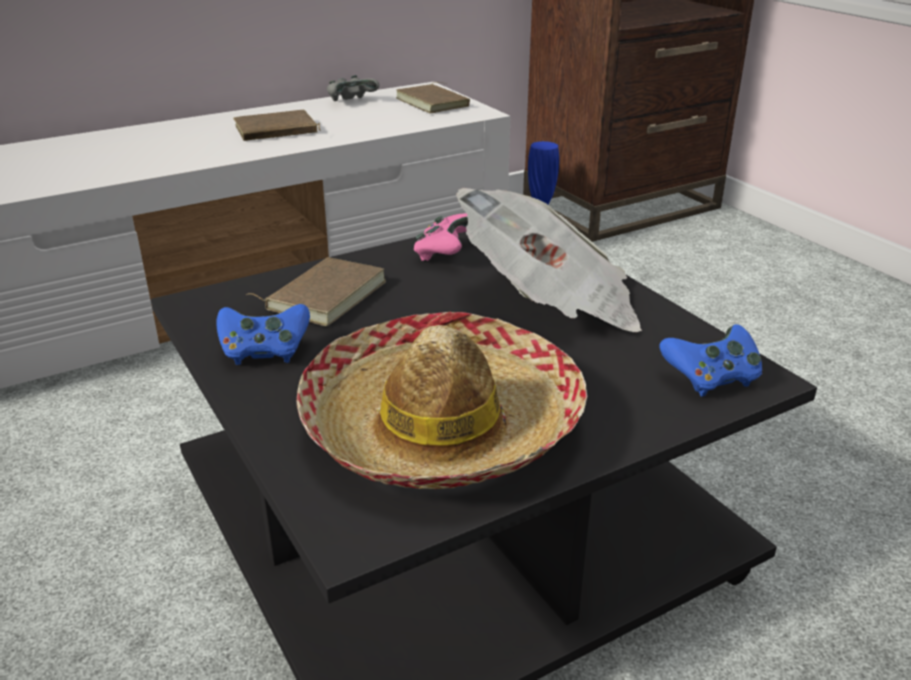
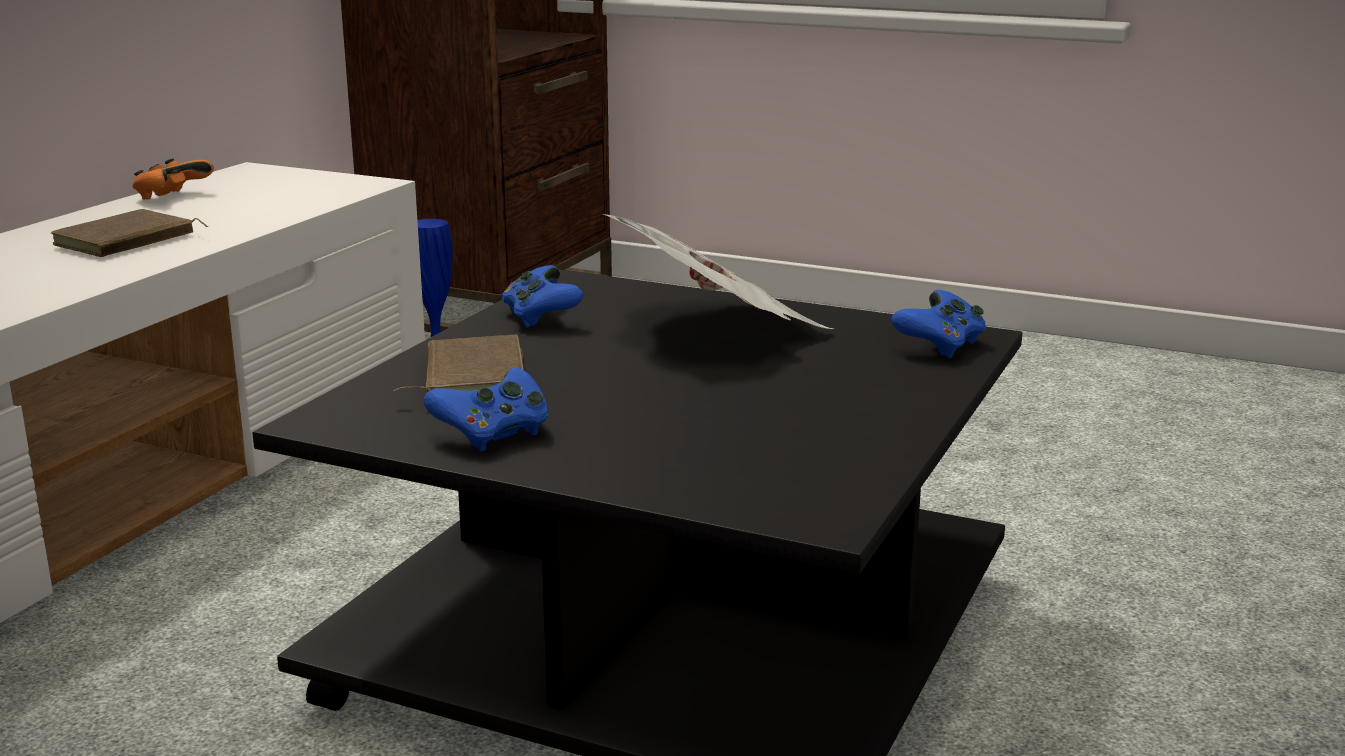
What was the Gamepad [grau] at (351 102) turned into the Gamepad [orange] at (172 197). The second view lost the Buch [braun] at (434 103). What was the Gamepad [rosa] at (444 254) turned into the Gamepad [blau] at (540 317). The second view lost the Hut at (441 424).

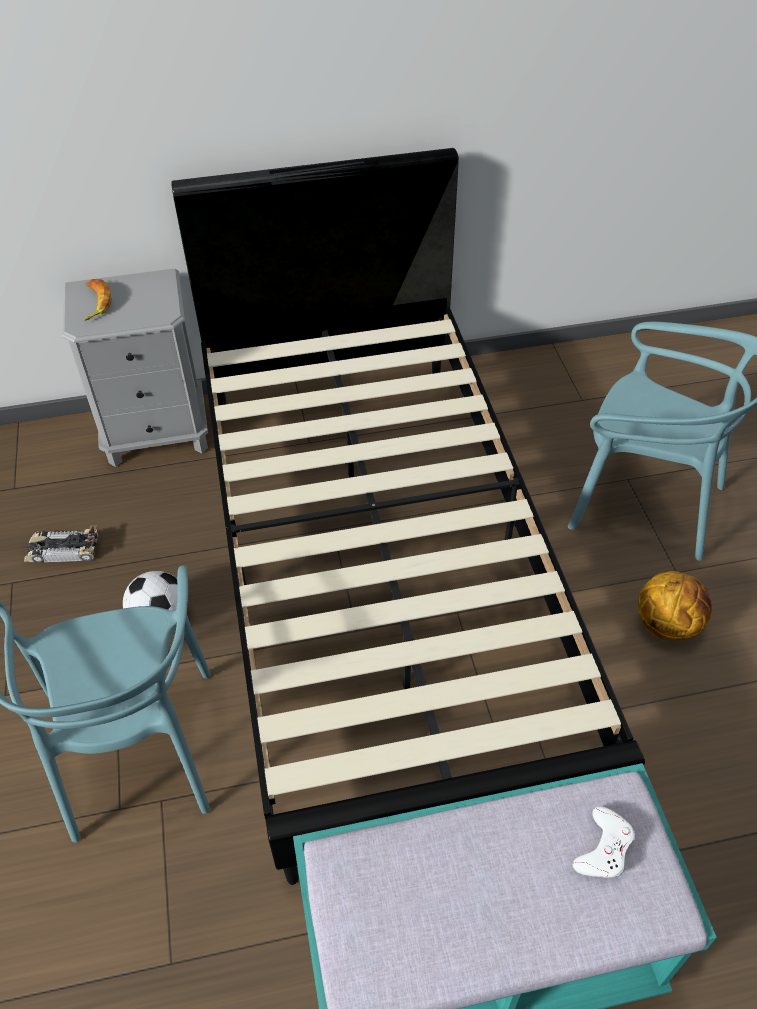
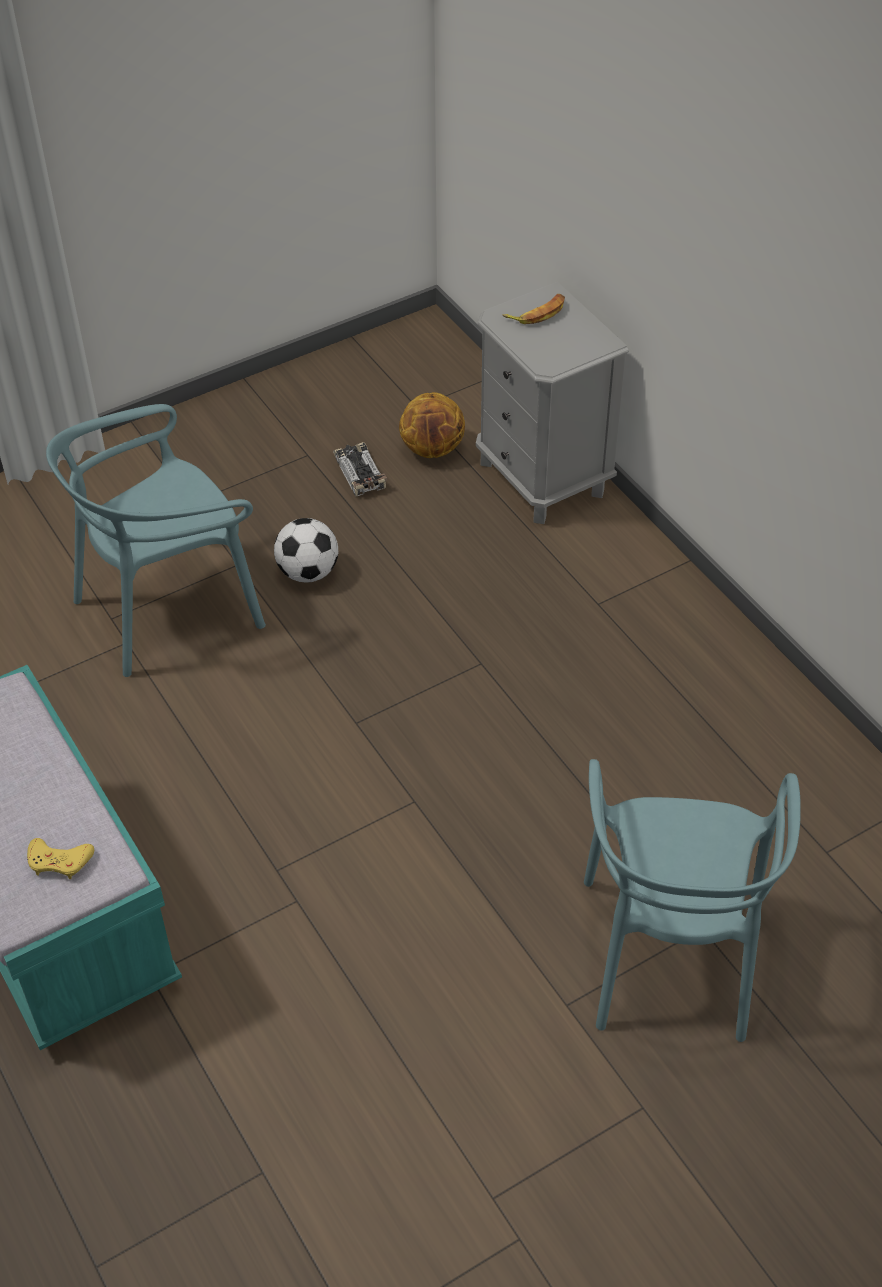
The second view lost the Bett [schwarz] at (379 569). The Basketball ended up elsewhere, having gone from (667 624) to (432 449). What was the Gamepad [weiß] at (604 848) turned into the Gamepad [gelb] at (59 861).

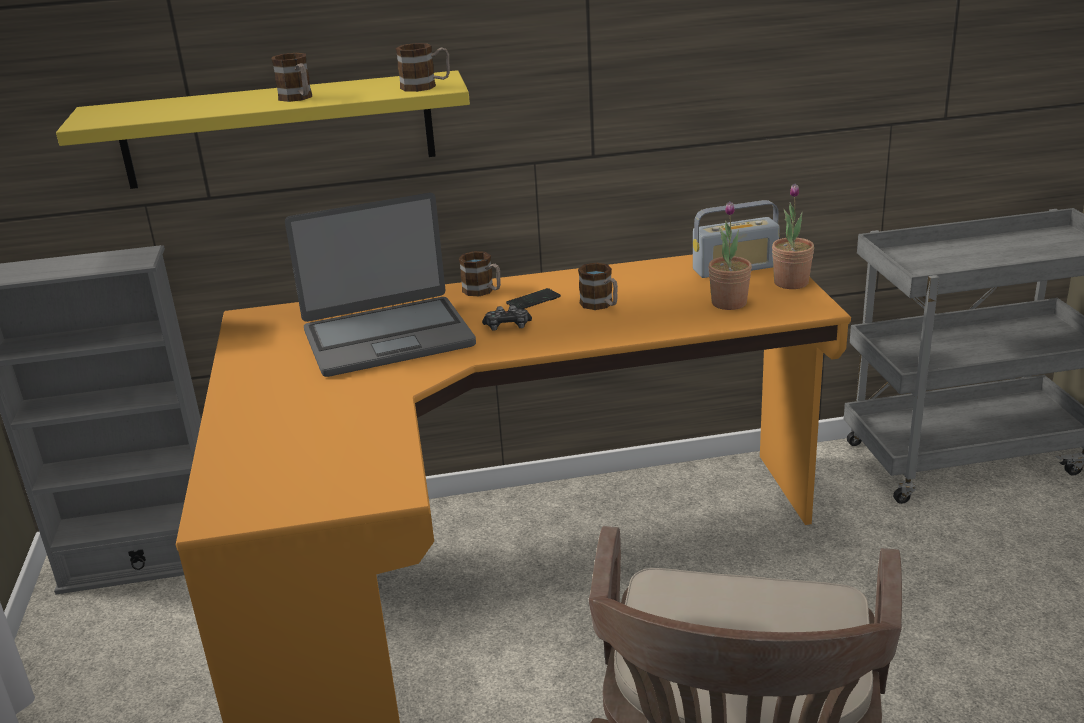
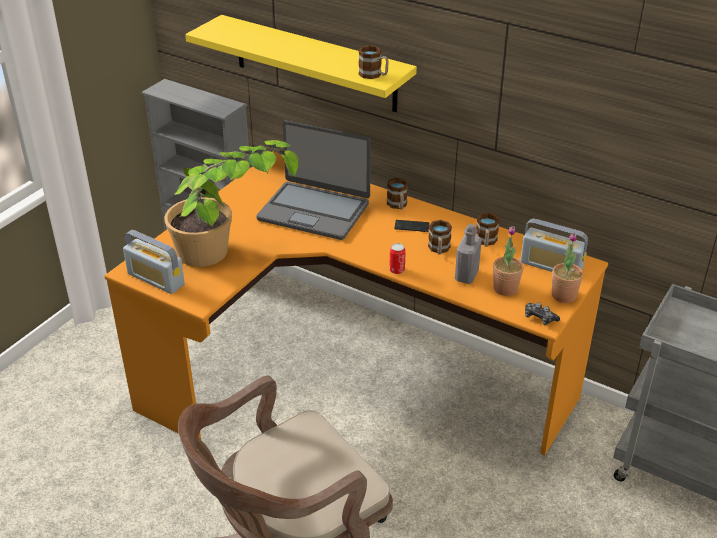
The Henkelbecher ended up elsewhere, having gone from (298 98) to (486 242). The Gamepad ended up elsewhere, having gone from (507 327) to (539 318). The second view gained the Topfpflanze at (229 254). The second view gained the Flasche [grau] at (466 275). The second view gained the Radio at (156 279). The second view gained the Dose at (397 270).

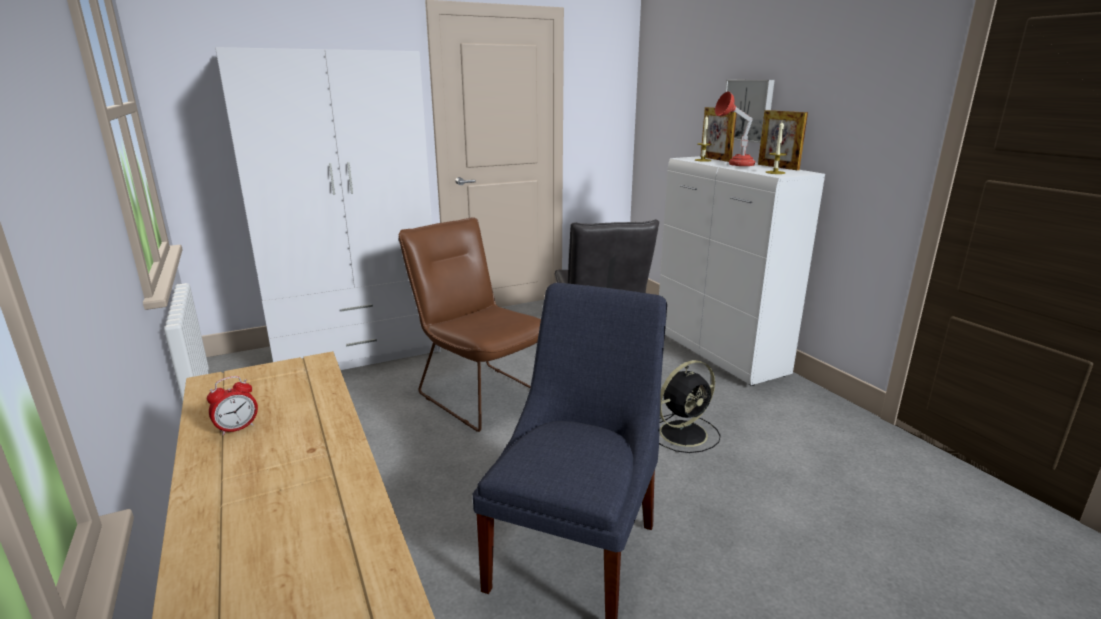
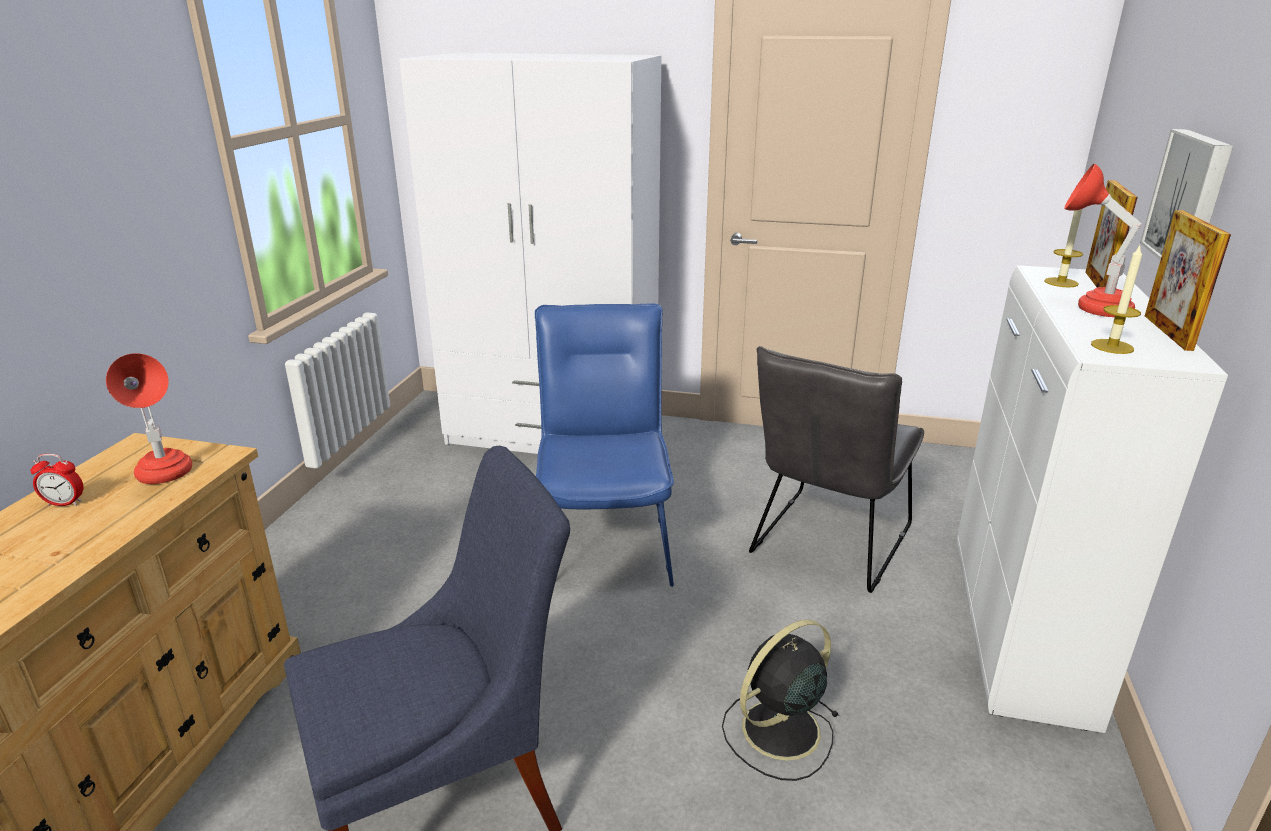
What was the Stuhl [braun] at (478 392) turned into the Stuhl [blau] at (605 540). The Ventilator [schwarz] at (685 433) ended up facing another way, 135 degrees clockwise from before. The second view gained the Tischlampe [rot] at (166 479).

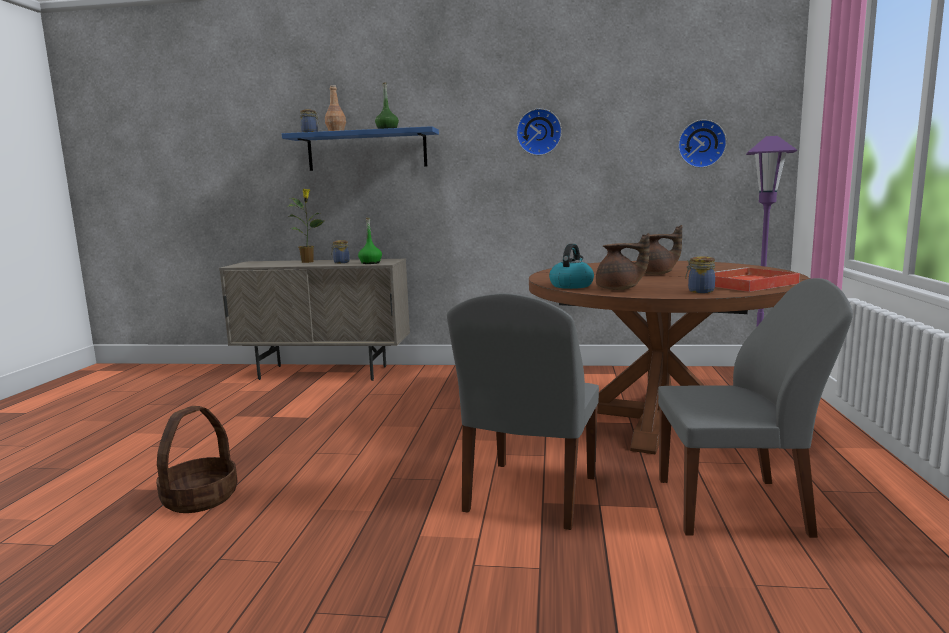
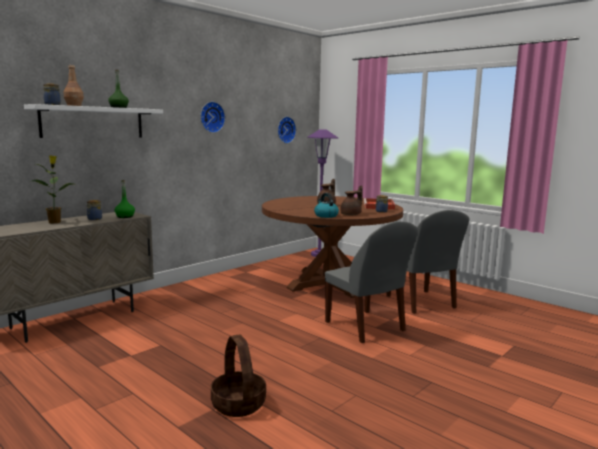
What was the Wandregal [blau] at (366 150) turned into the Wandregal [weiß] at (93 122). The Stuhl [grau] at (736 507) ended up facing another way, 120 degrees clockwise from before.

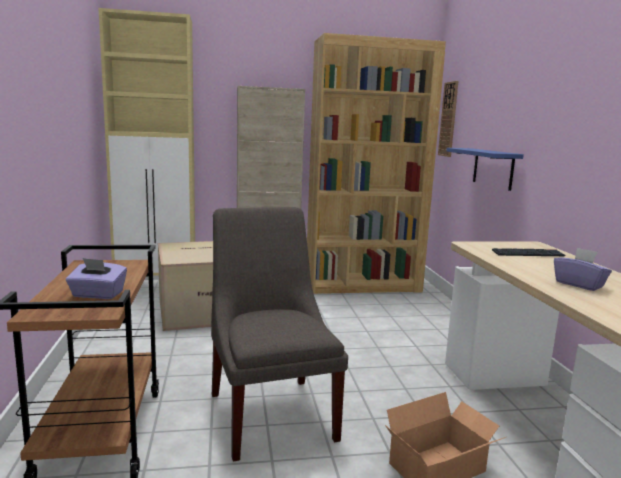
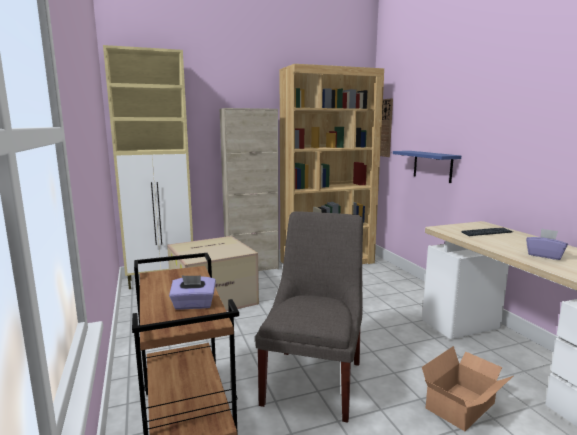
The Stuhl [grau] at (271 411) ended up facing another way, 45 degrees clockwise from before.

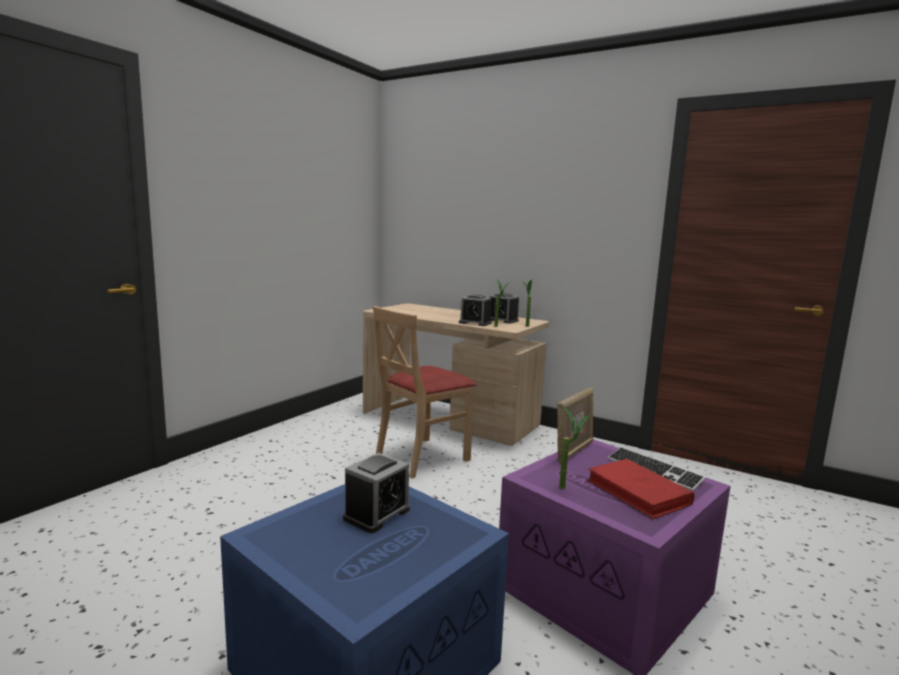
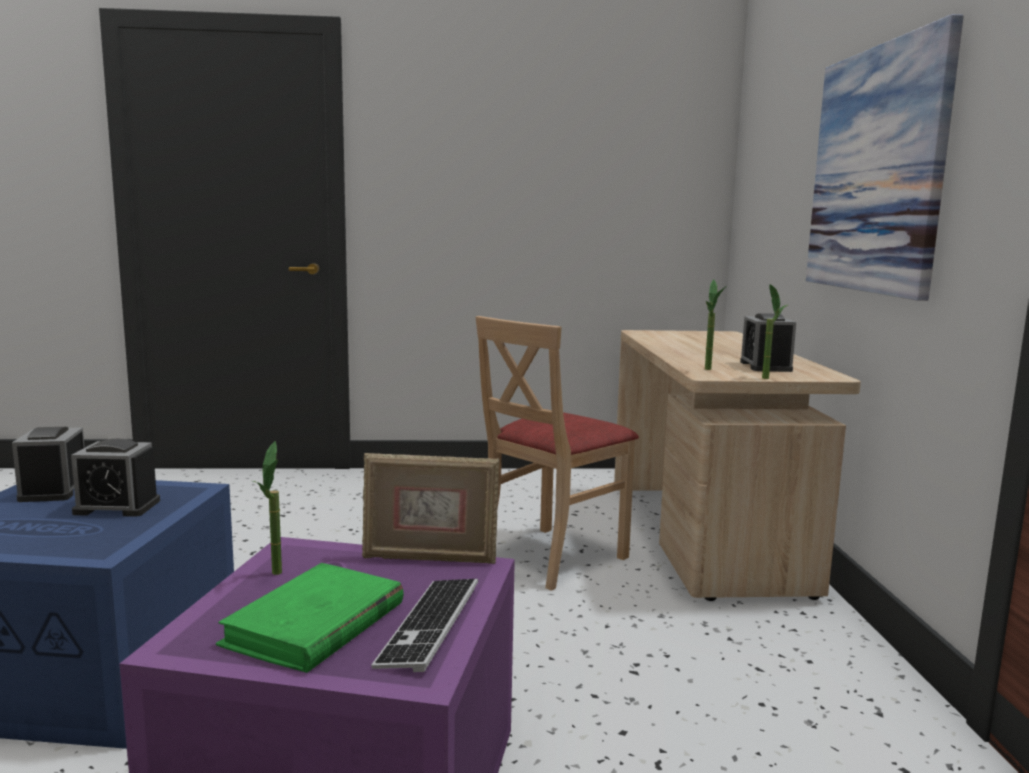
The Wecker ended up elsewhere, having gone from (475 323) to (54 490). The Stuhl [beige] at (421 457) ended up facing another way, 60 degrees counterclockwise from before. What was the Buch [rot] at (638 492) turned into the Buch [grün] at (315 624). The second view gained the Bild at (876 171).

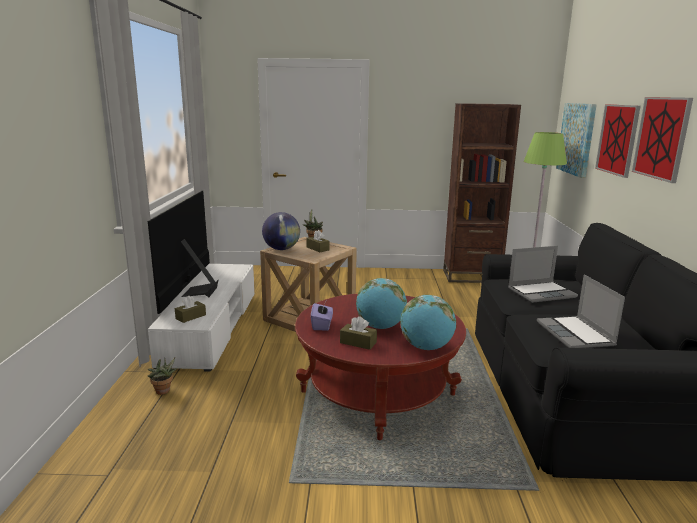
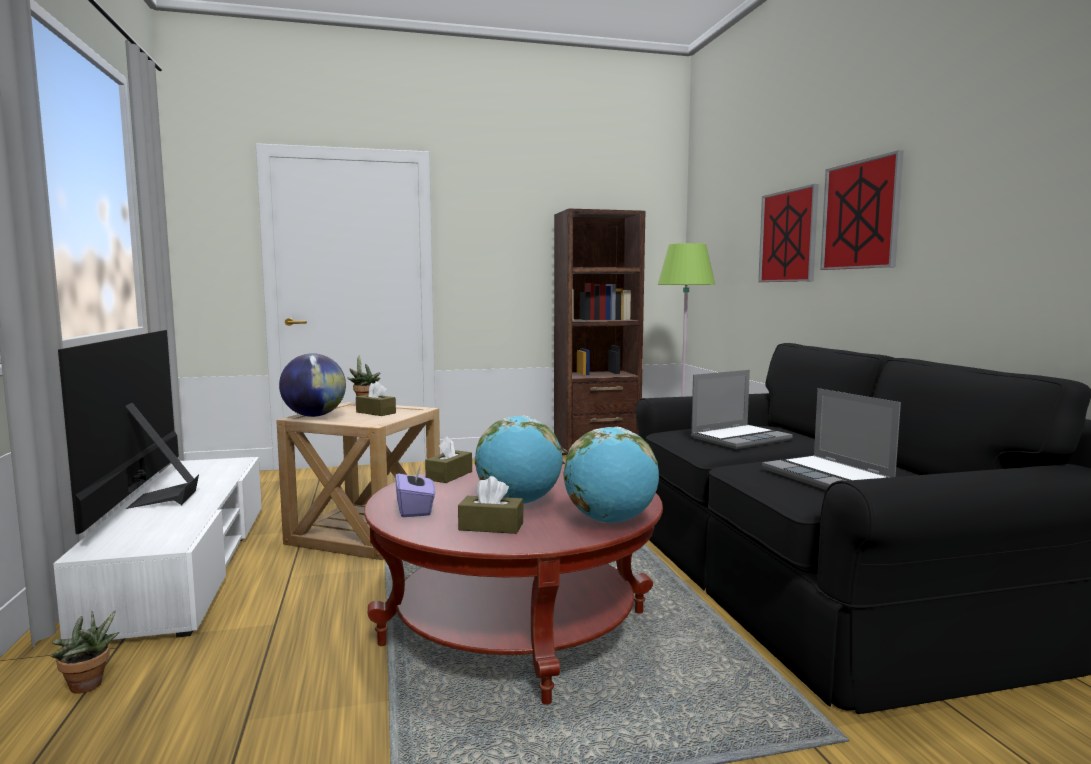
The second view lost the Bild at (577 139). The Taschentuchbox [braun] ended up elsewhere, having gone from (190 317) to (449 475).

